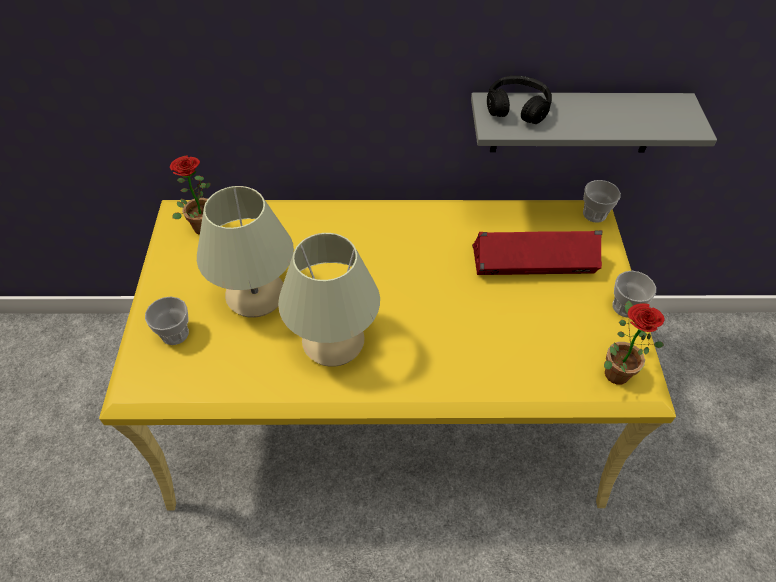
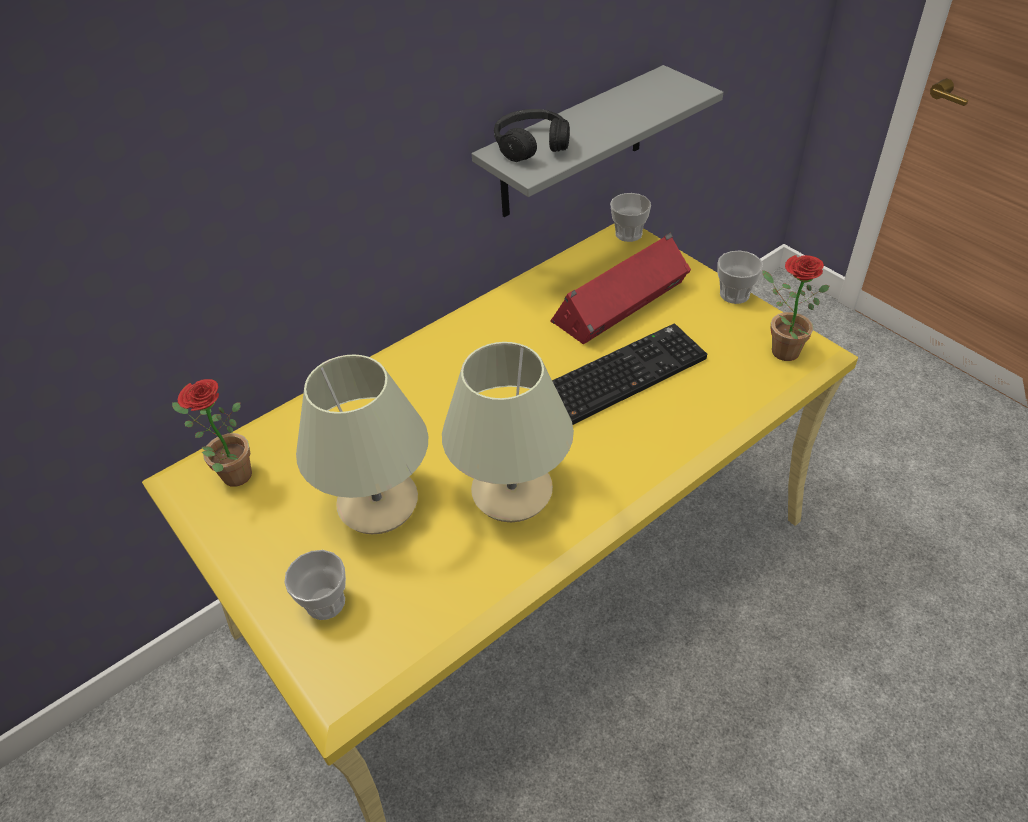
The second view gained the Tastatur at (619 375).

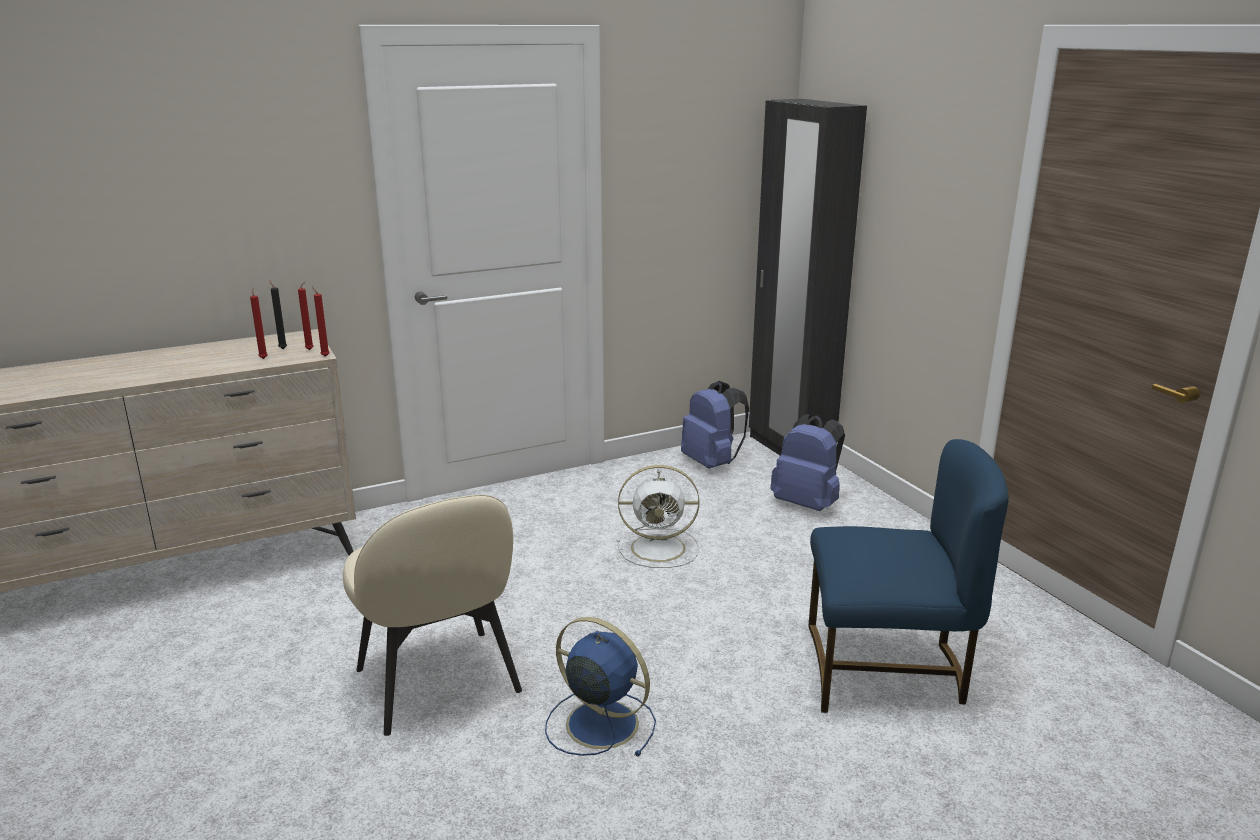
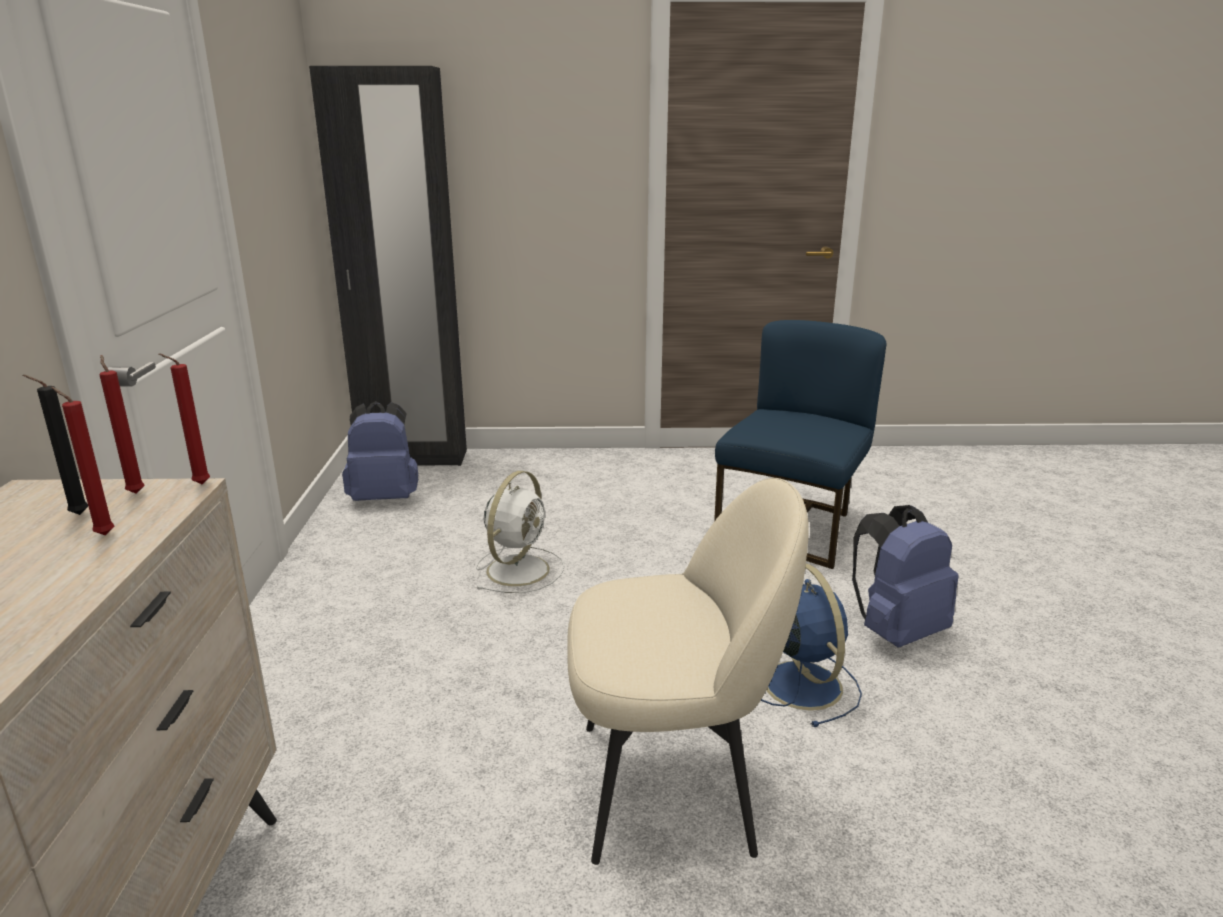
The Rucksack [blau] ended up elsewhere, having gone from (807 504) to (896 631). The Ventilator [blau] at (599 723) ended up facing another way, 105 degrees clockwise from before.

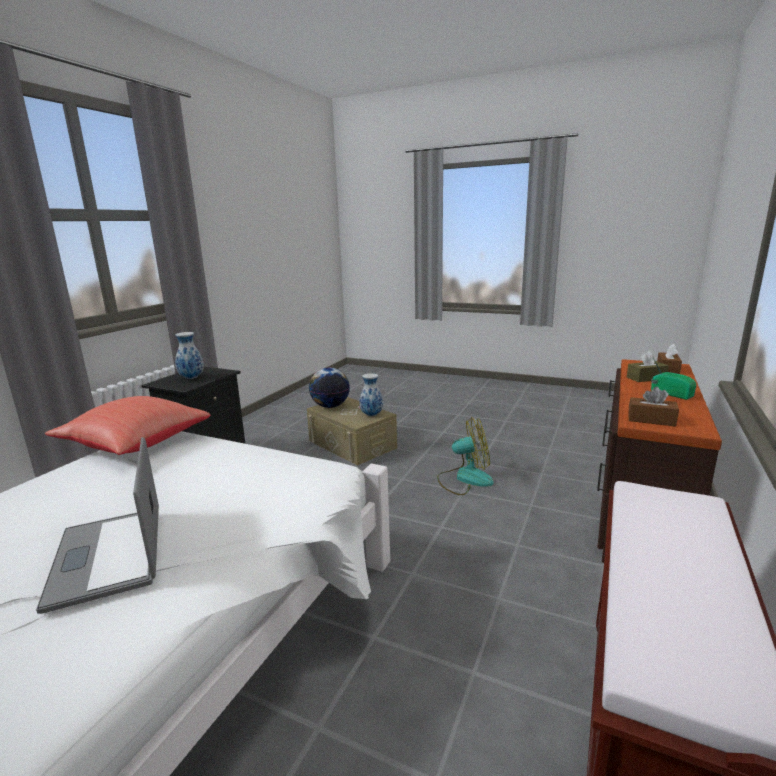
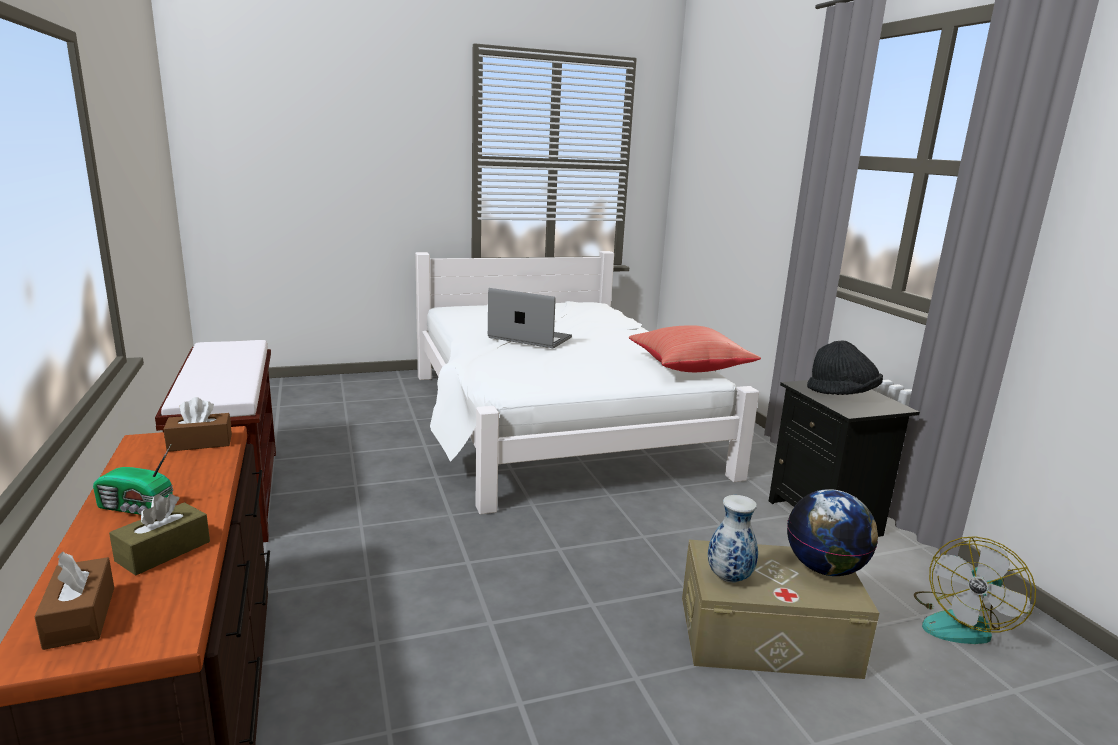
Where the Vase stood at (191 378), the Hut [schwarz] came to stand at (842 394). The Ventilator ended up elsewhere, having gone from (465 479) to (962 623).

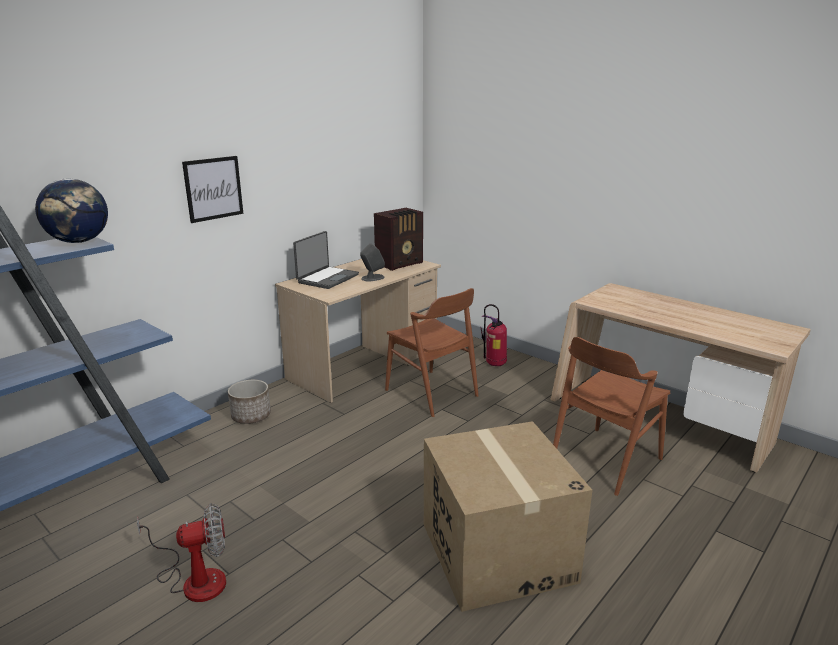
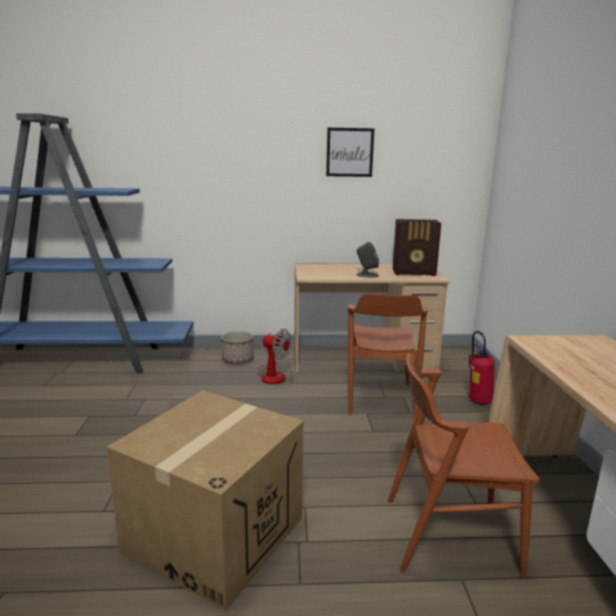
The Bild ended up elsewhere, having gone from (213 188) to (349 152). The second view lost the Globus at (79 242). The second view lost the Laptop at (327 278). The Ventilator ended up elsewhere, having gone from (194 579) to (272 375).

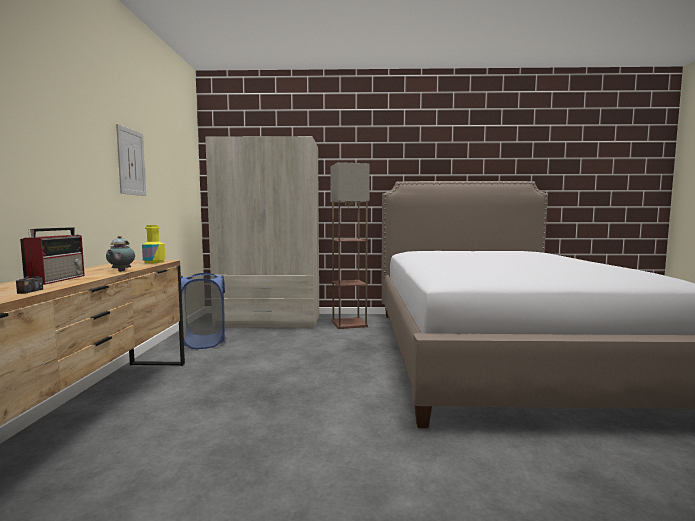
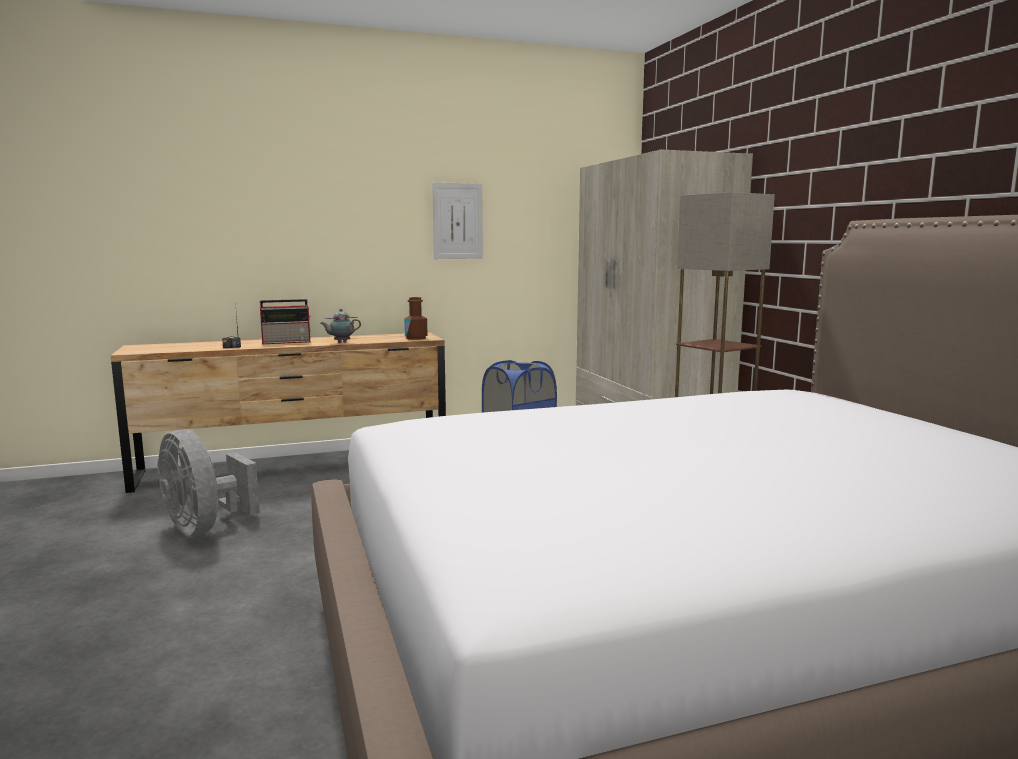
What was the Flasche [gelb] at (154 262) turned into the Flasche [braun] at (416 338). The second view gained the Ventilator [grau] at (204 528).

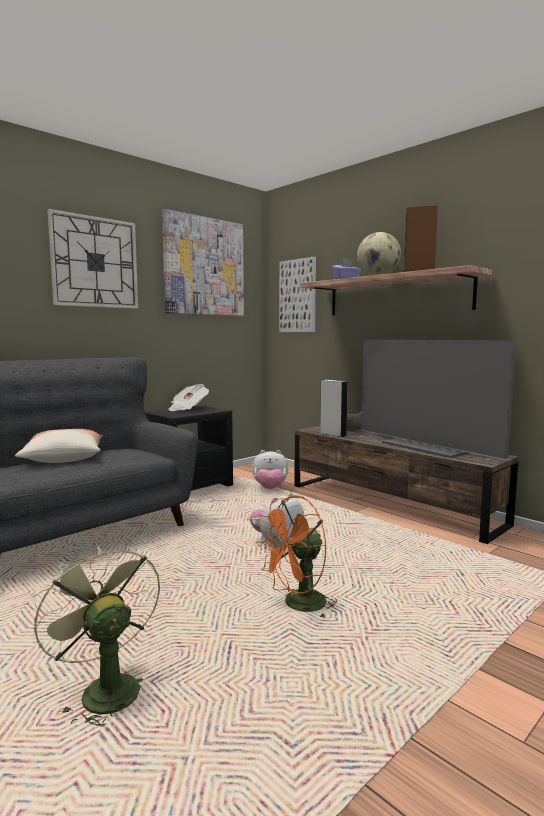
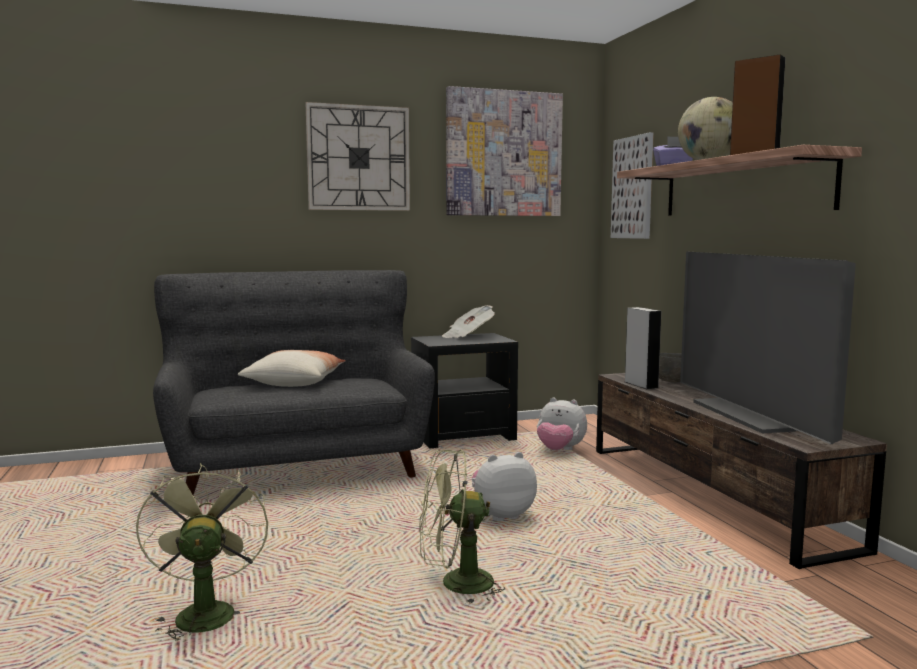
What was the Ventilator [orange] at (298 605) turned into the Ventilator [grün] at (456 585).

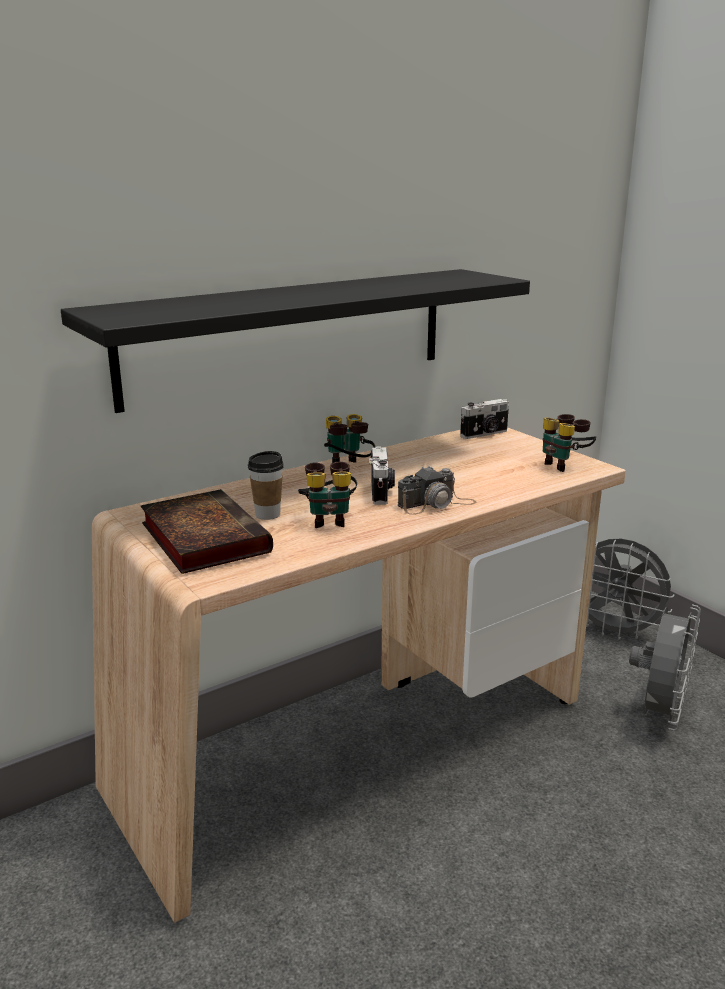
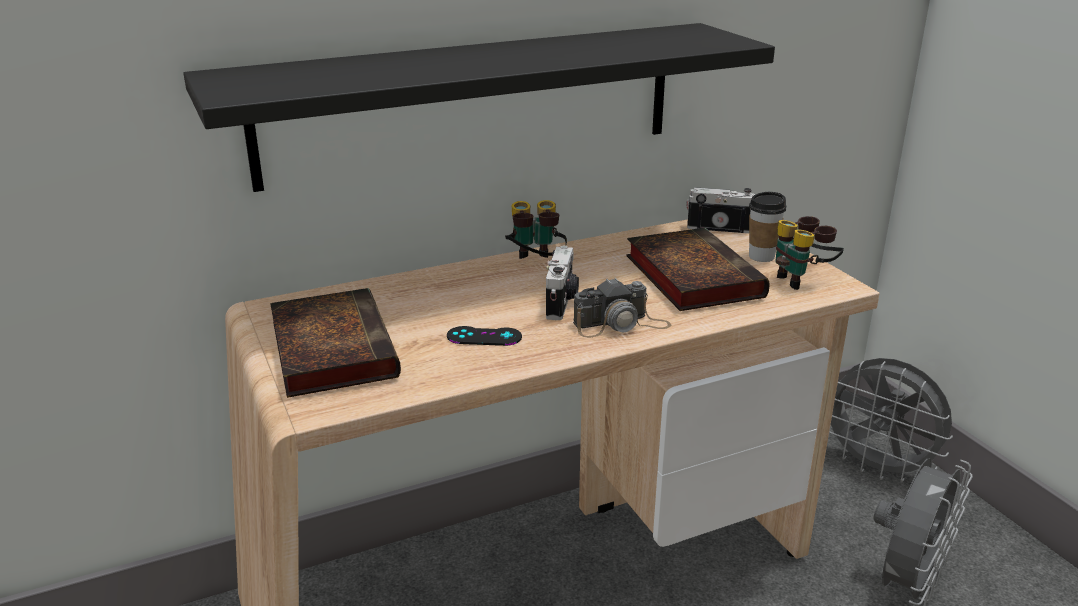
The Kamera at (485 434) ended up facing another way, 150 degrees counterclockwise from before. The Tasse ended up elsewhere, having gone from (267 515) to (761 257). Where the Fernglas stood at (328 520), the Gamepad [schwarz] came to stand at (484 336). The second view gained the Buch at (690 275).

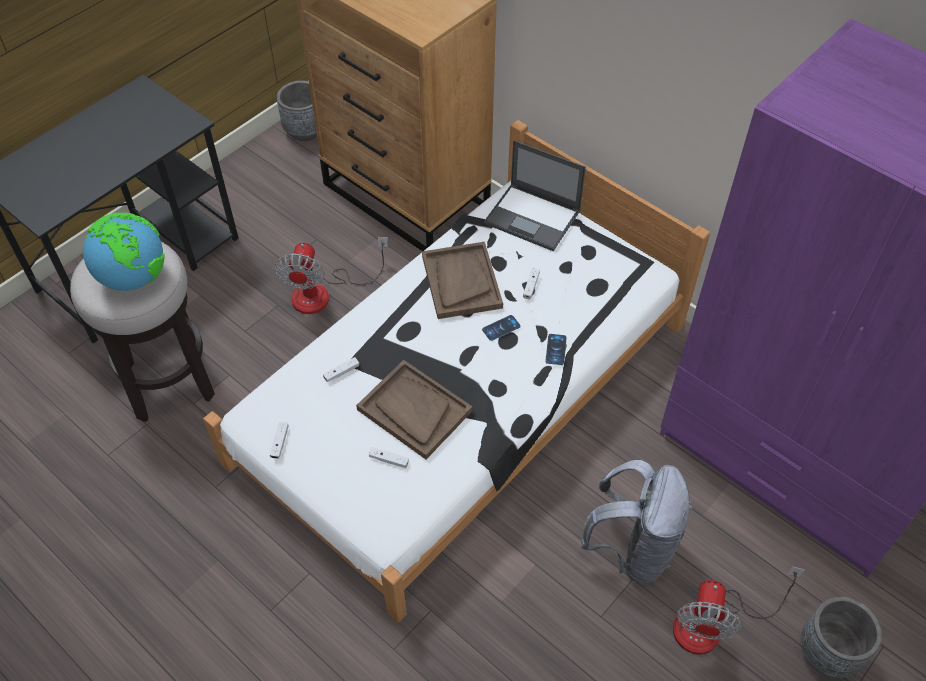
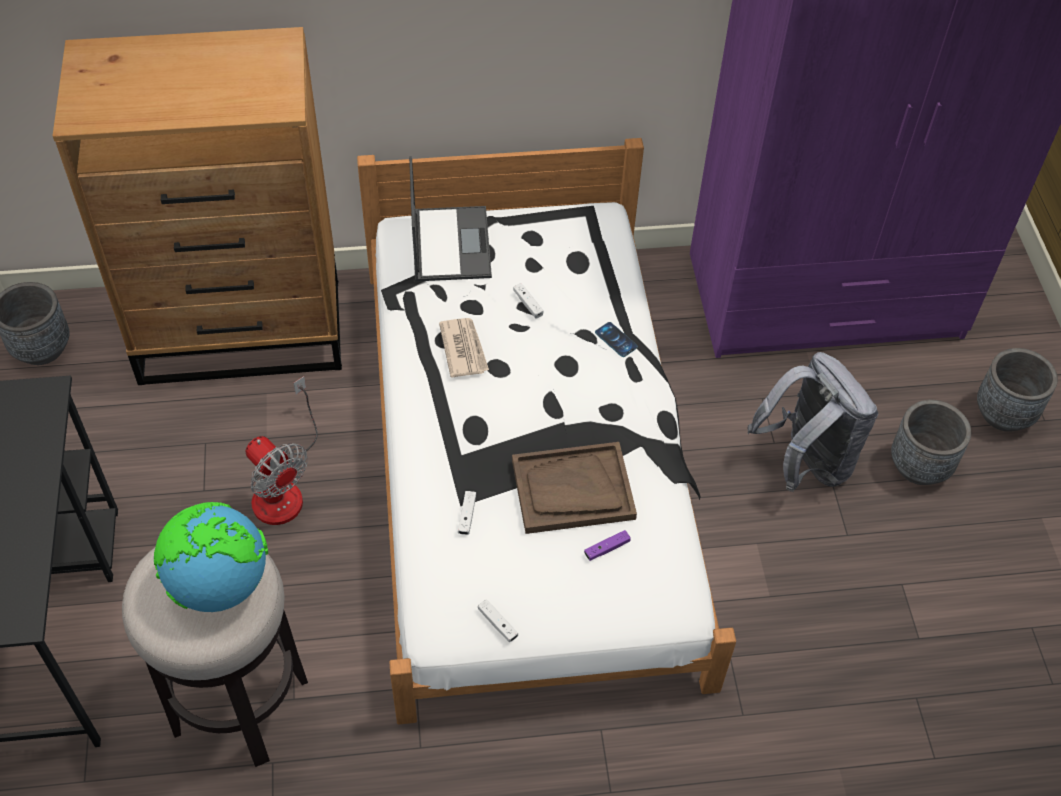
The Laptop at (533 217) ended up facing another way, 75 degrees counterclockwise from before. Where the Tablett [braun] stood at (461 282), the Zeitung came to stand at (463 349). The second view lost the Handy at (501 328). What was the Gamepad [weiß] at (389 460) turned into the Gamepad [lila] at (607 548). Where the Ventilator stood at (712 624), the Pflanzkübel [grau] came to stand at (919 466).

